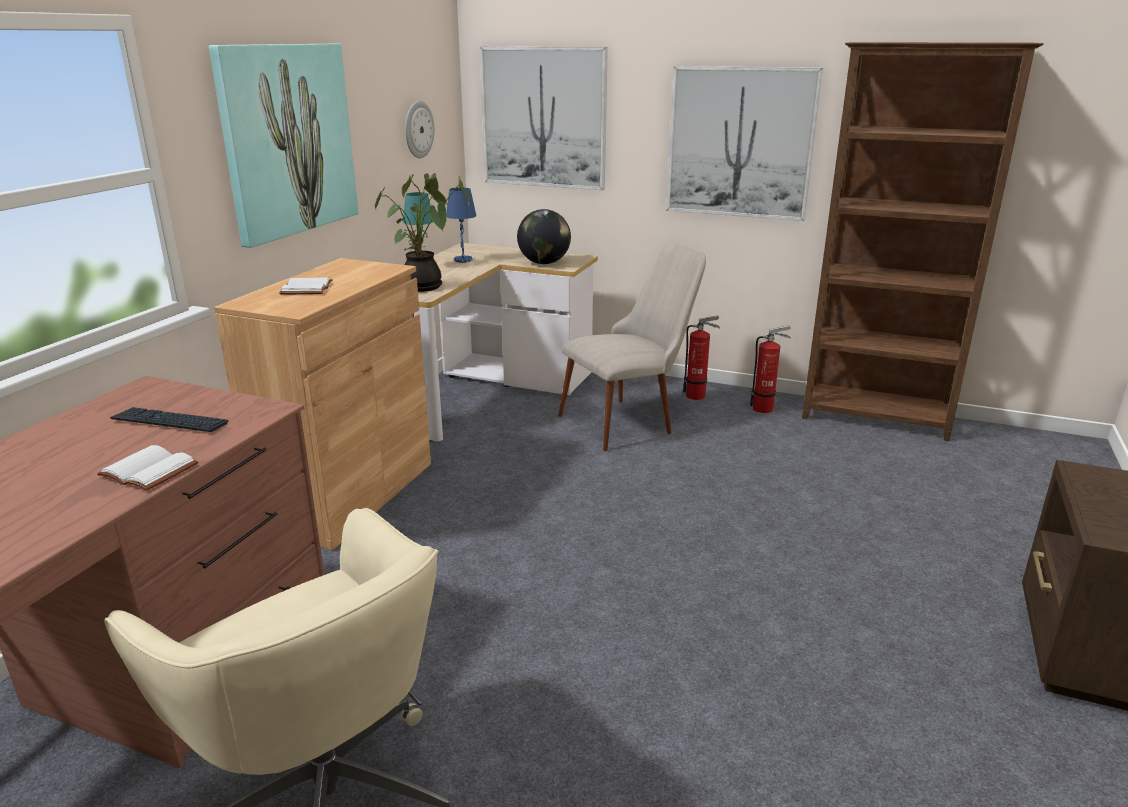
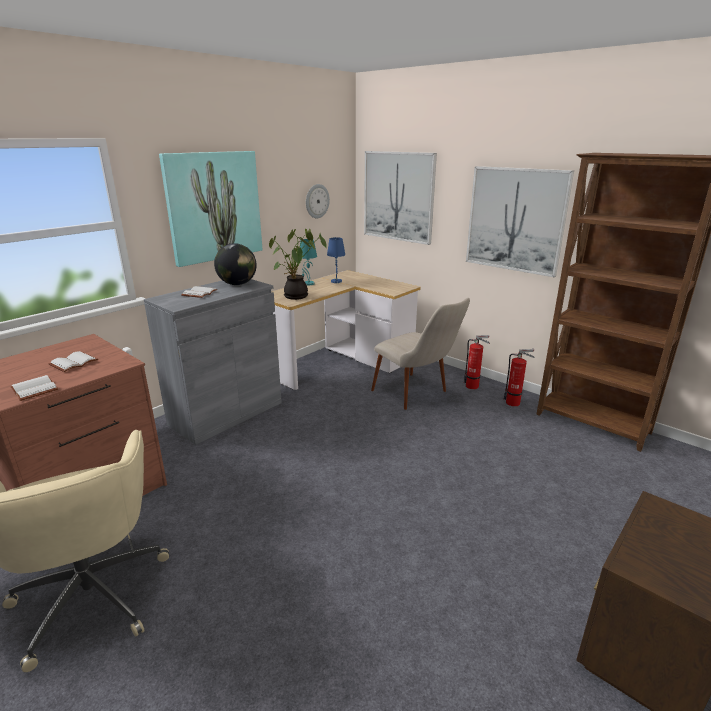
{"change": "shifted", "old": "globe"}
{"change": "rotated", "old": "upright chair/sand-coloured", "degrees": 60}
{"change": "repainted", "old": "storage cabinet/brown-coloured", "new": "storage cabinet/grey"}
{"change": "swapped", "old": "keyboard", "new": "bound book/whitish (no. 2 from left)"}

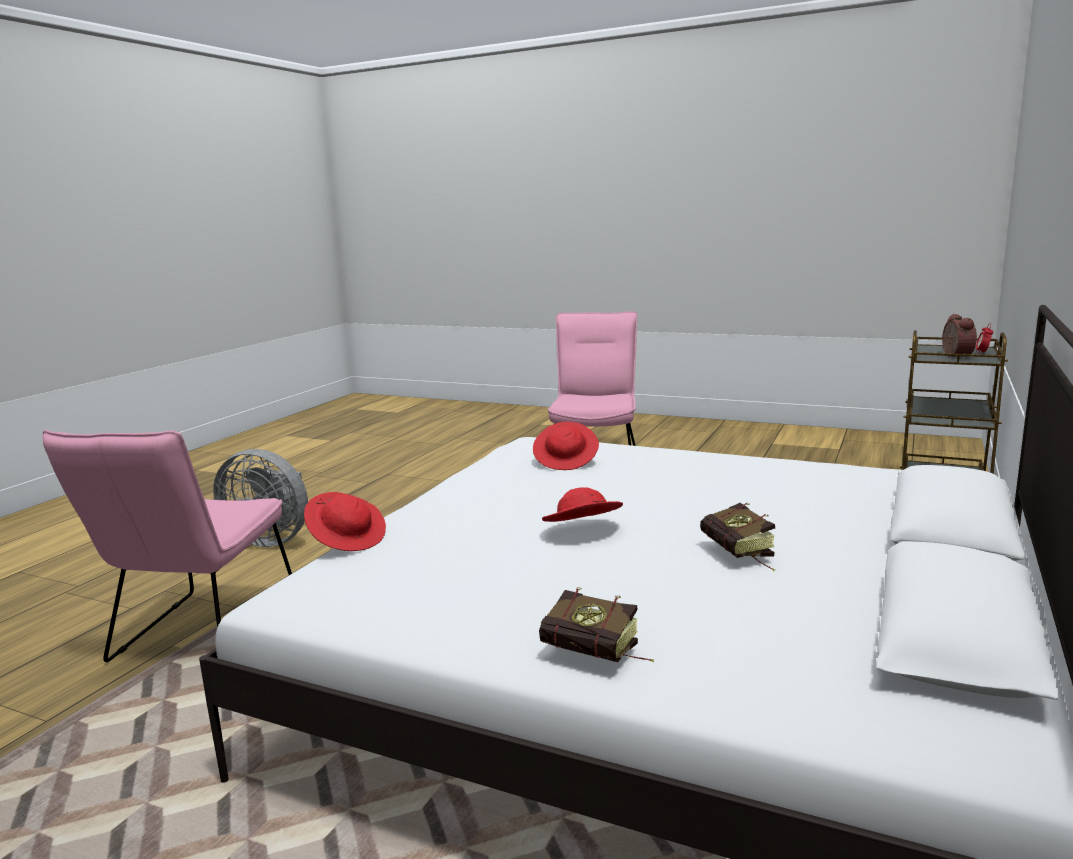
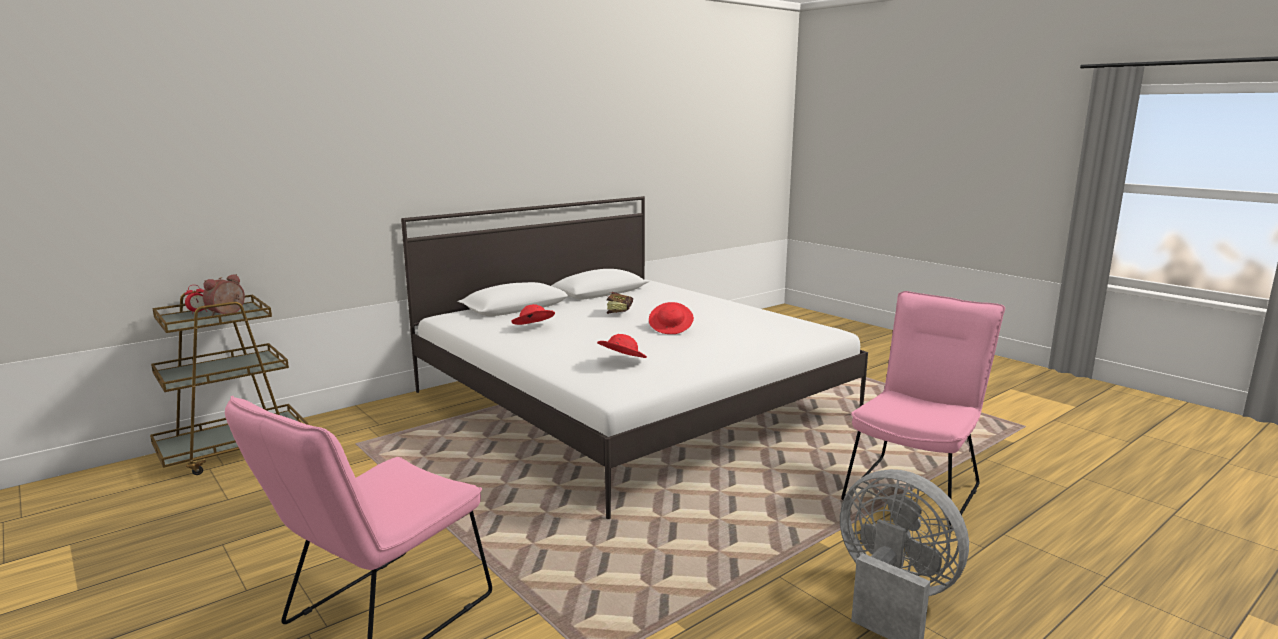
{"change": "shifted", "old": "hat/reddish (no. 1 from left)"}
{"change": "gone", "old": "bound book (no. 1 from left)"}

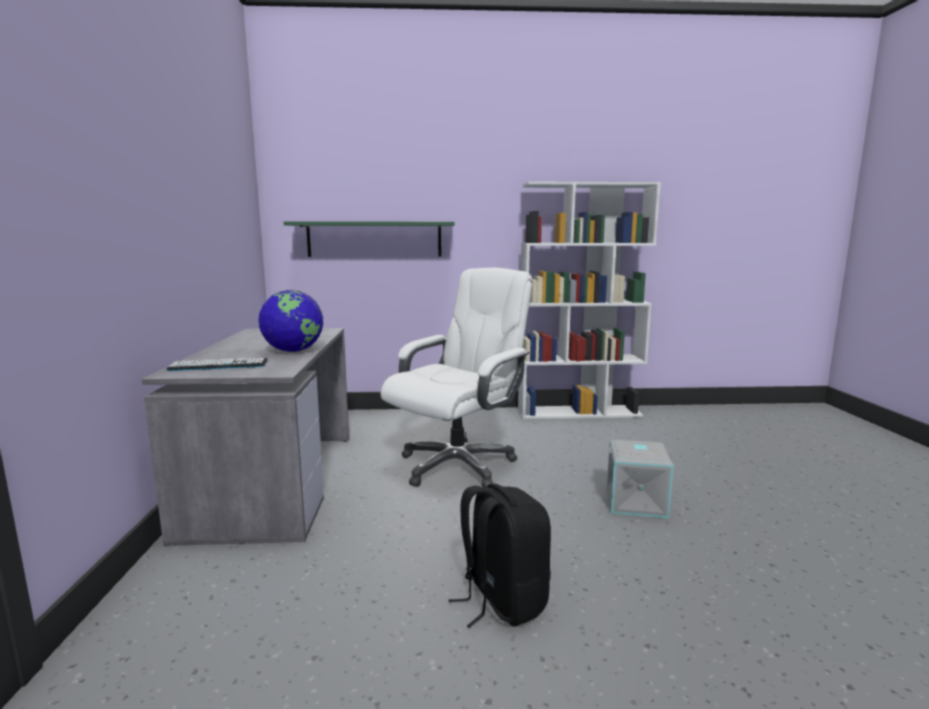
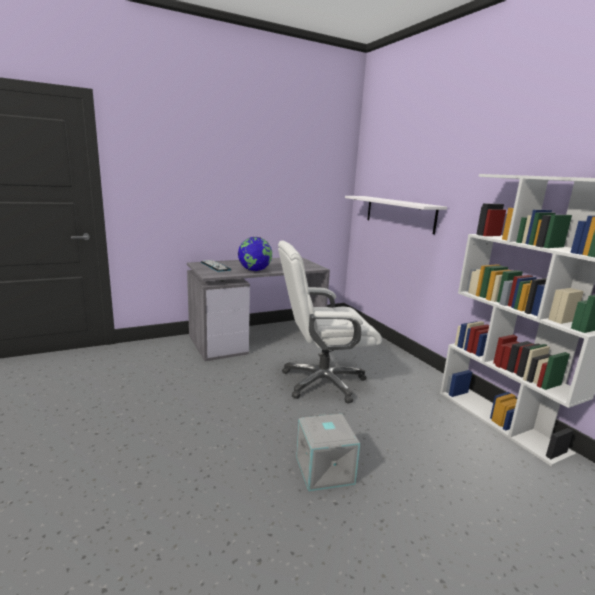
{"change": "repainted", "old": "bracket shelf/green-coloured", "new": "bracket shelf/whitish"}
{"change": "rotated", "old": "computer chair/whitish", "degrees": 150}
{"change": "gone", "old": "knapsack/black"}

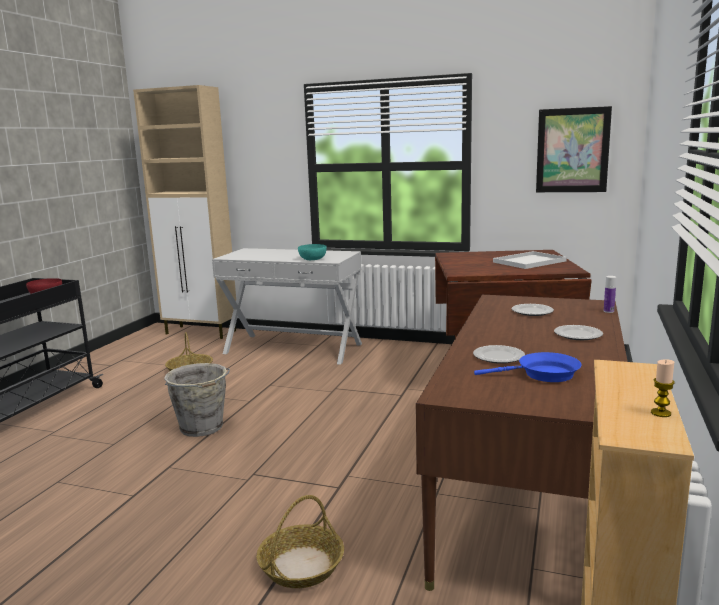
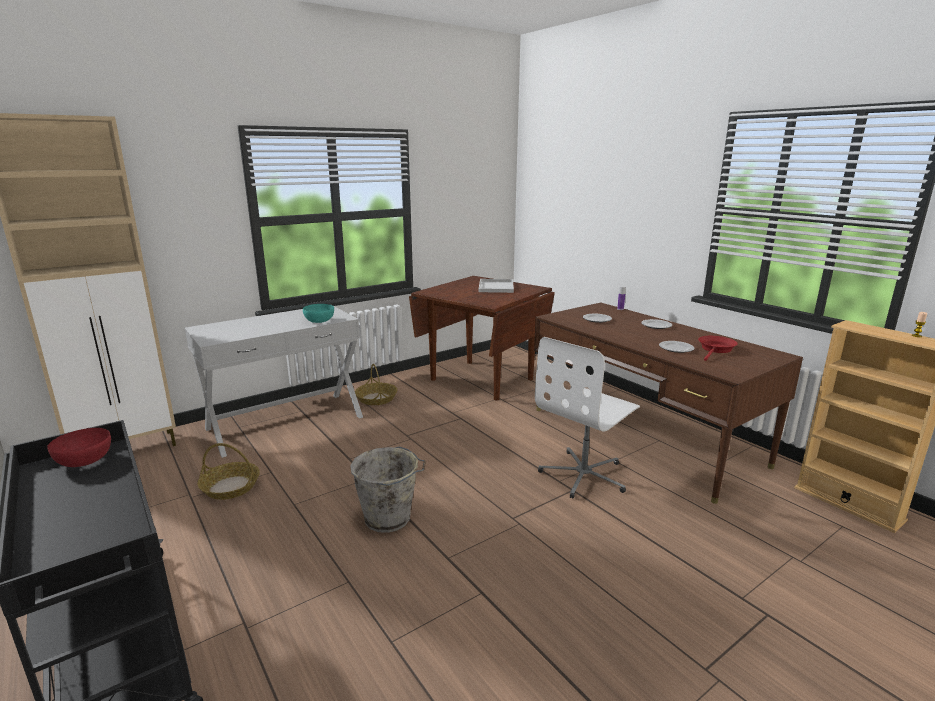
{"change": "gone", "old": "wall art"}
{"change": "repainted", "old": "pan/blue", "new": "pan/reddish"}
{"change": "shifted", "old": "household basket (no. 2 from left)"}
{"change": "new", "new": "computer chair/whitish"}

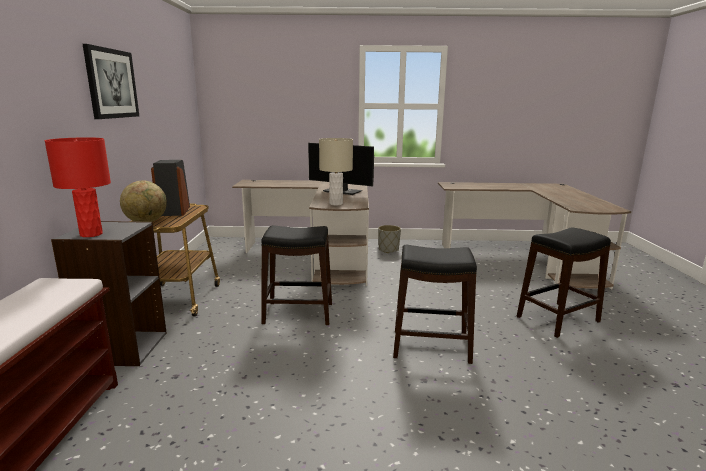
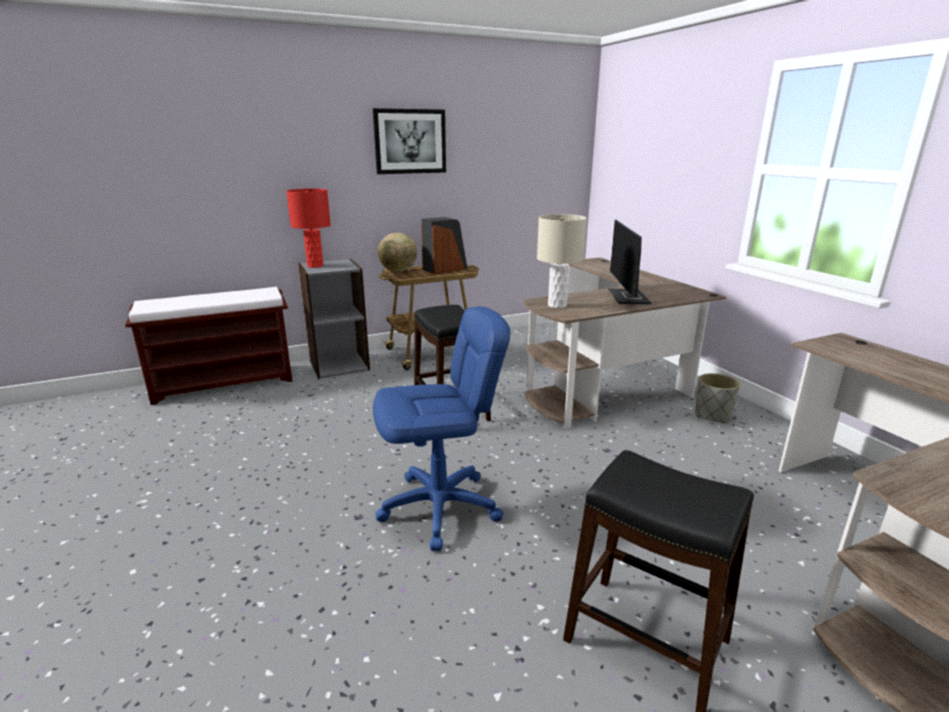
{"change": "swapped", "old": "stool/black (no. 2 from left)", "new": "computer chair/blue"}

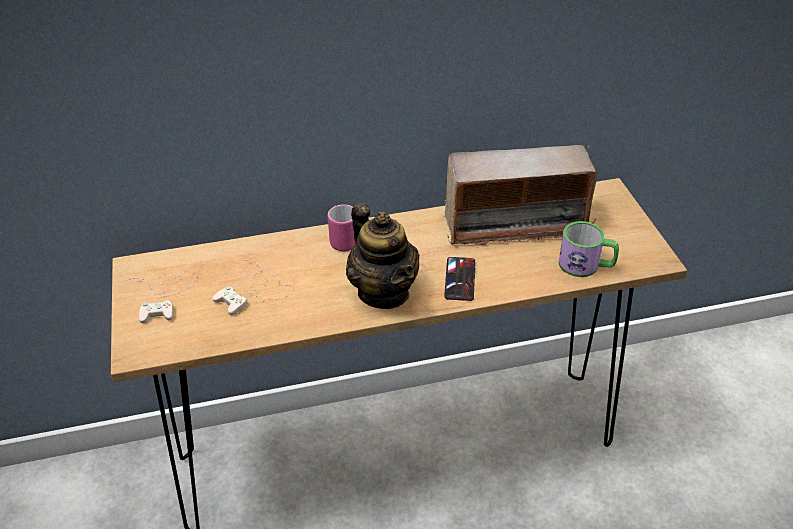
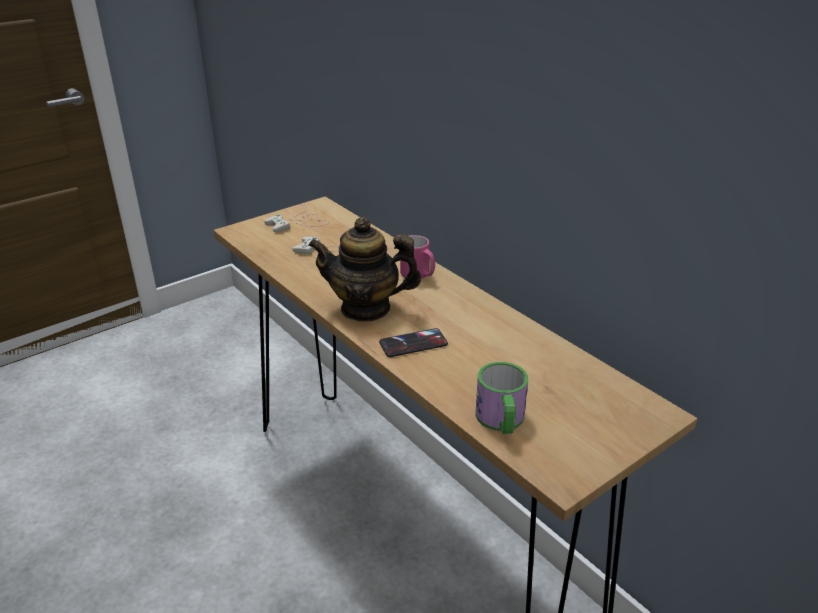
{"change": "gone", "old": "radio set"}
{"change": "rotated", "old": "tea pot", "degrees": 60}

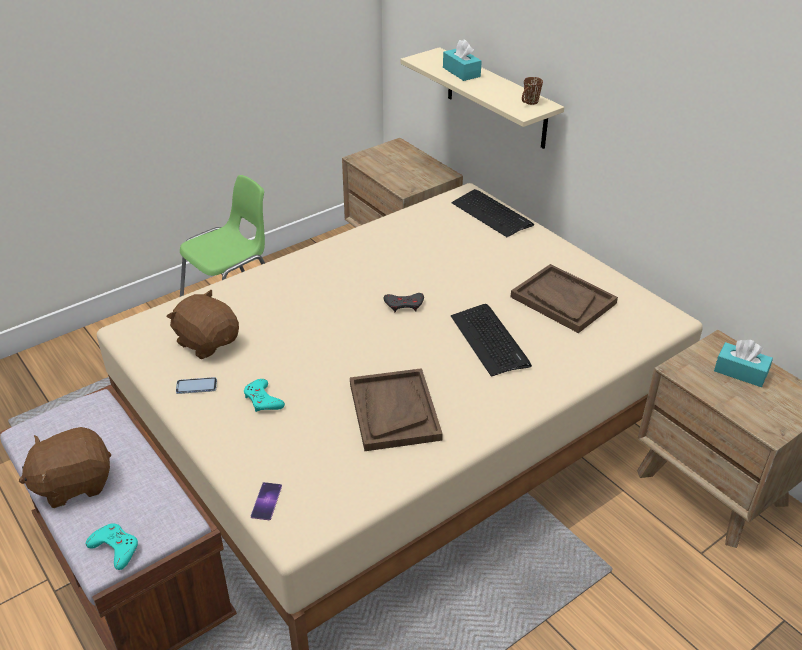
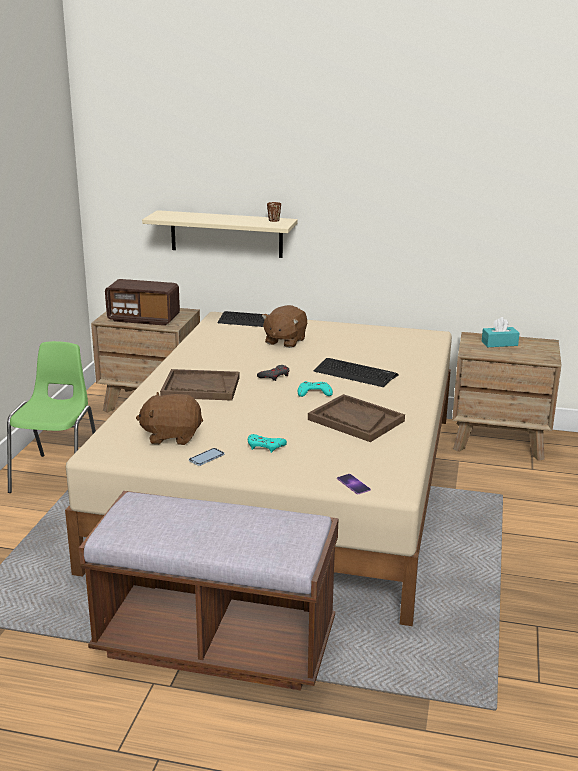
{"change": "gone", "old": "tissue box/turquoise-coloured (no. 1 from left)"}
{"change": "shifted", "old": "serving tray/brown-coloured (no. 2 from left in the first image)", "new": "serving tray/brown-coloured (no. 1 from left)"}
{"change": "shifted", "old": "cuddly toy/brown-coloured (no. 1 from left in the first image)", "new": "cuddly toy/brown-coloured (no. 2 from left)"}
{"change": "shifted", "old": "game controller/turquoise-coloured (no. 1 from left in the first image)", "new": "game controller/turquoise-coloured (no. 2 from left)"}
{"change": "new", "new": "radio set"}

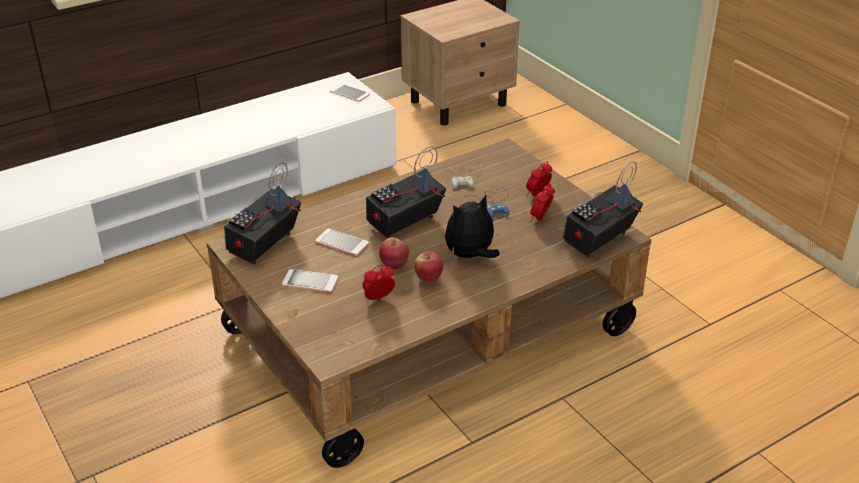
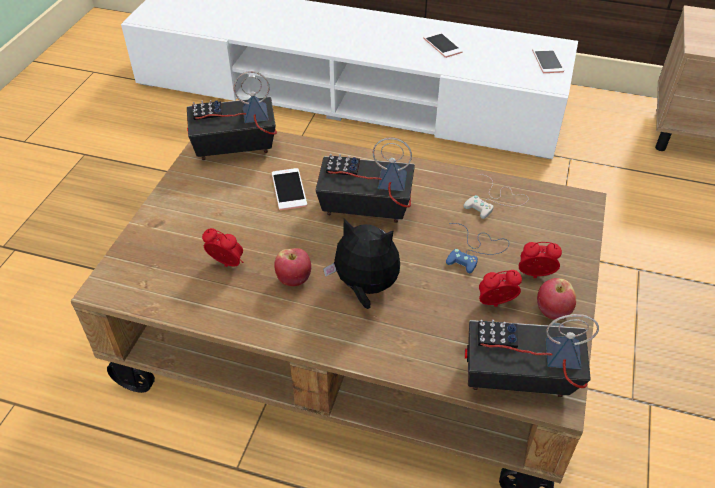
{"change": "shifted", "old": "apple fruit (no. 1 from left in the first image)", "new": "apple fruit (no. 2 from left)"}
{"change": "shifted", "old": "phone (no. 1 from left in the first image)", "new": "phone (no. 2 from left)"}

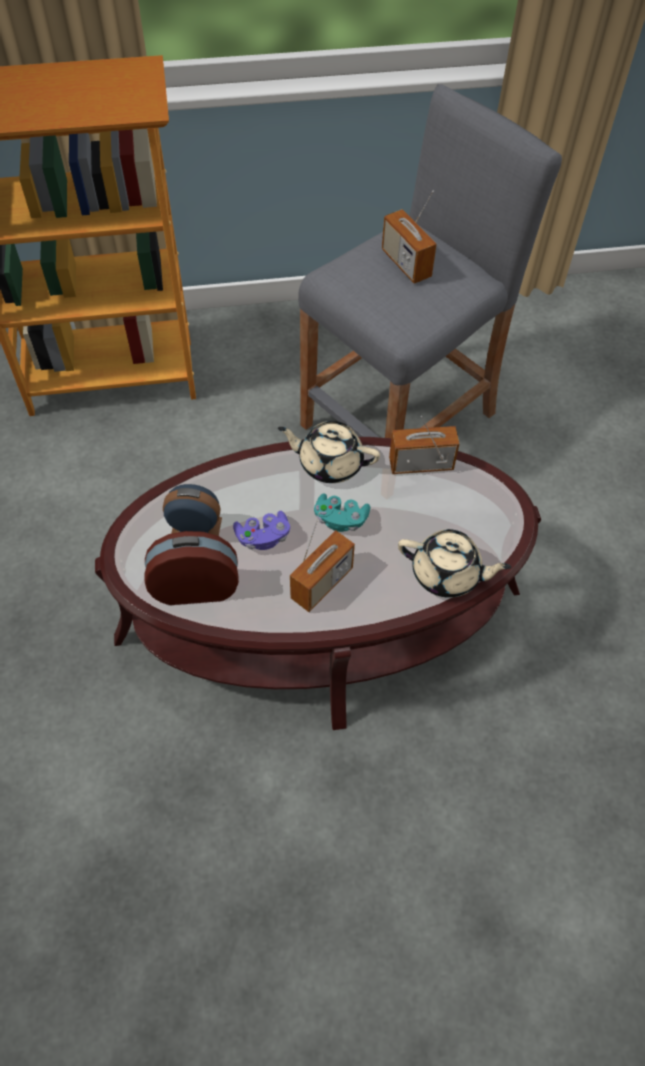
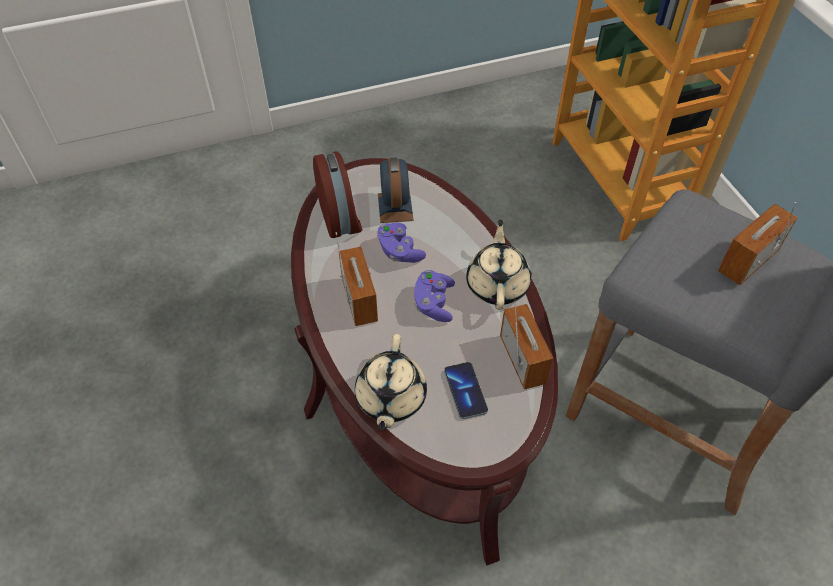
{"change": "repainted", "old": "game controller/turquoise-coloured", "new": "game controller/purple (no. 2 from left)"}
{"change": "rotated", "old": "radio set (no. 1 from left)", "degrees": -135}
{"change": "new", "new": "phone"}

